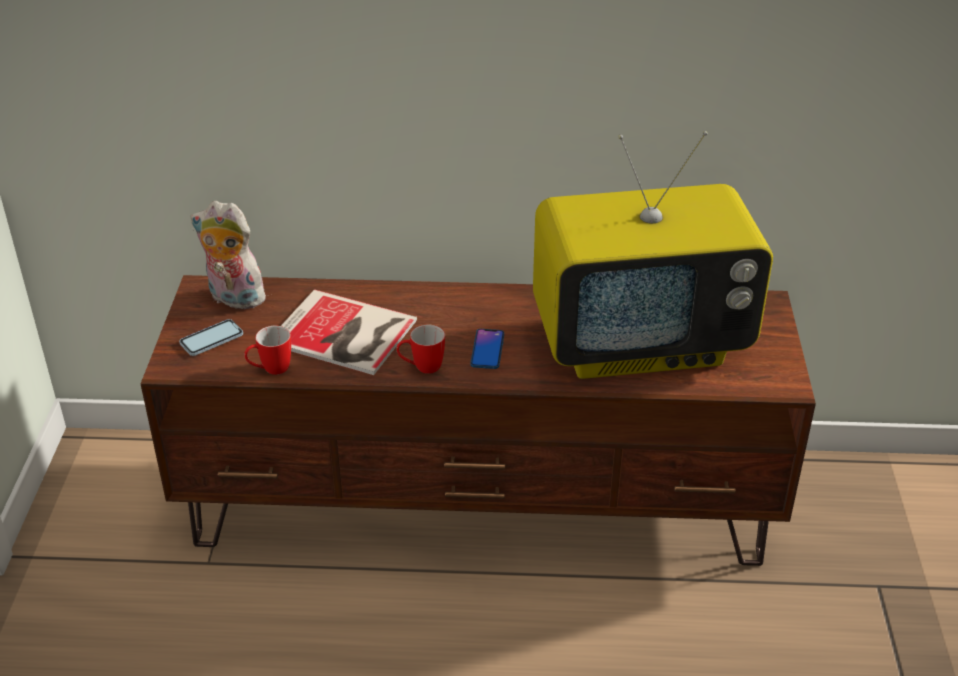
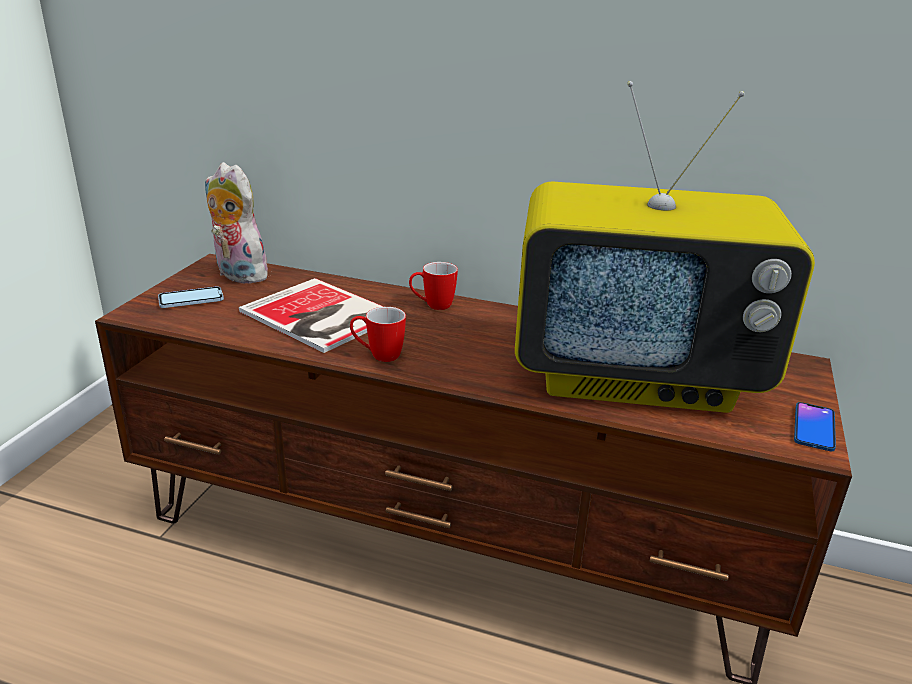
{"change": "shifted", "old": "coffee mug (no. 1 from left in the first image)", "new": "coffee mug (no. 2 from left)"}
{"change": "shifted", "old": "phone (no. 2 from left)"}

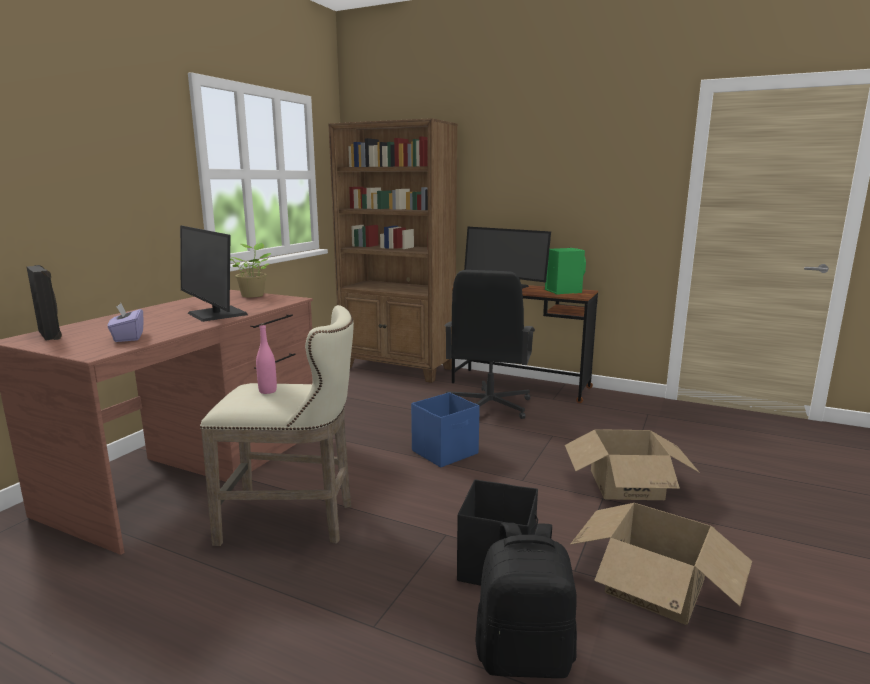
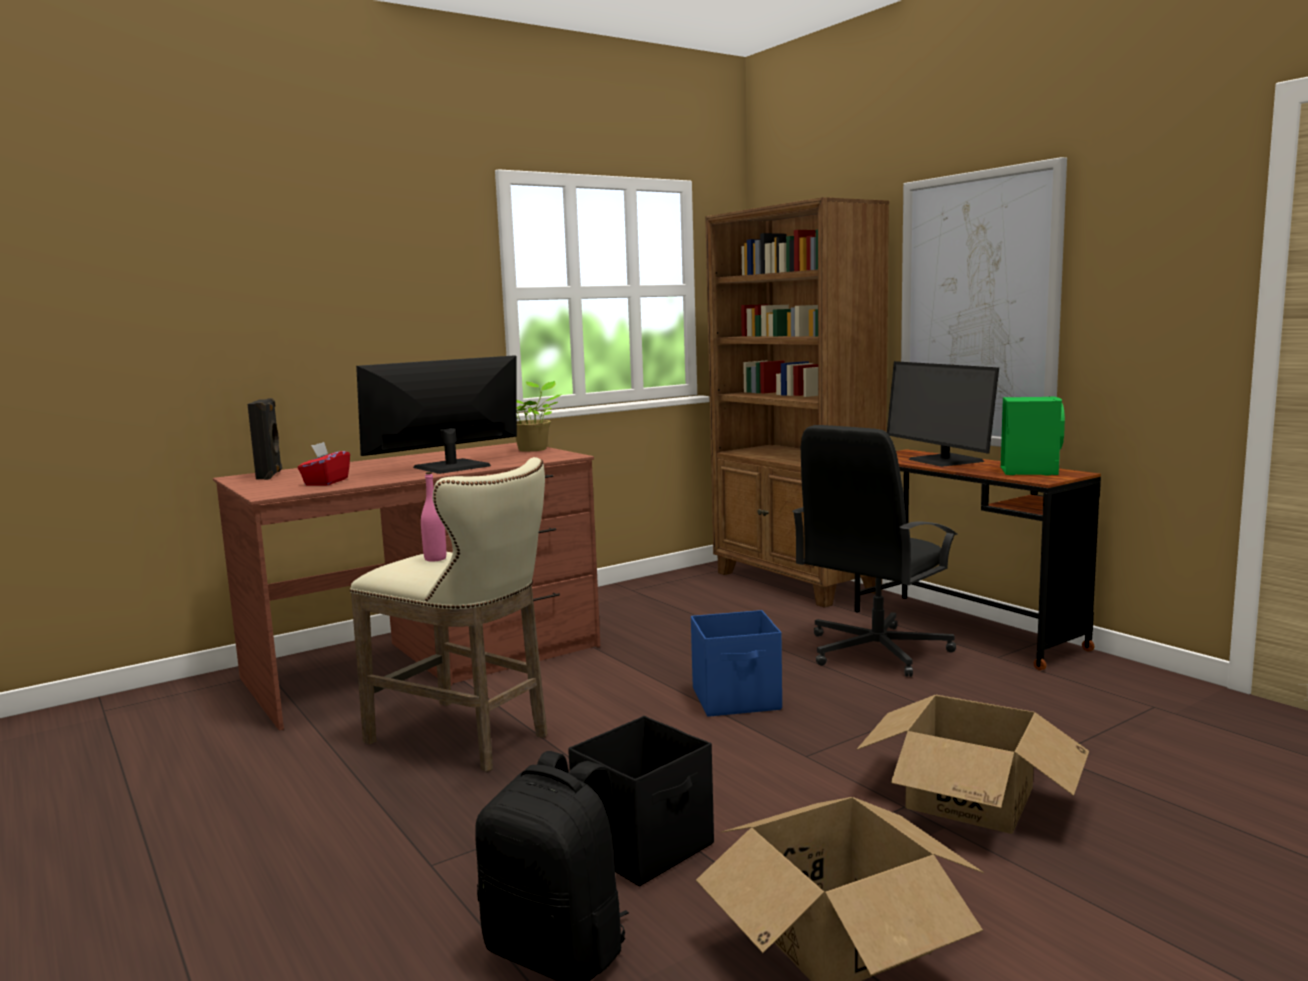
{"change": "rotated", "old": "computer screen (no. 1 from left)", "degrees": 60}
{"change": "repainted", "old": "tissue box/purple", "new": "tissue box/reddish"}
{"change": "new", "new": "wall art"}

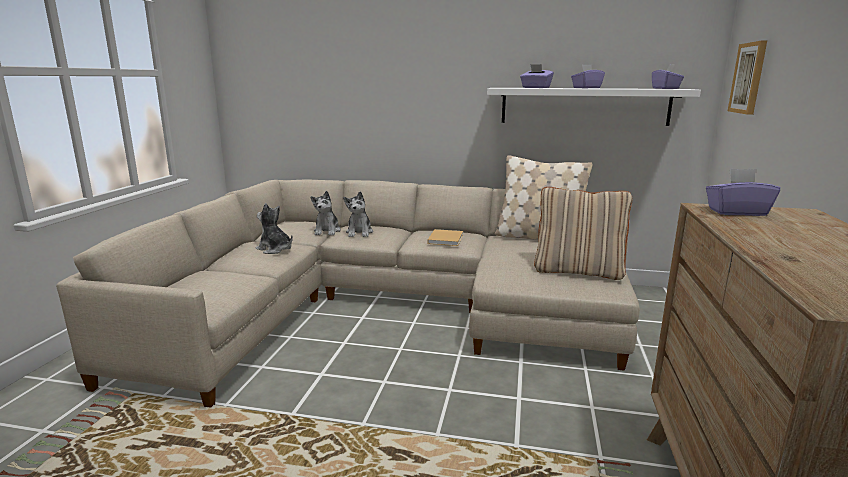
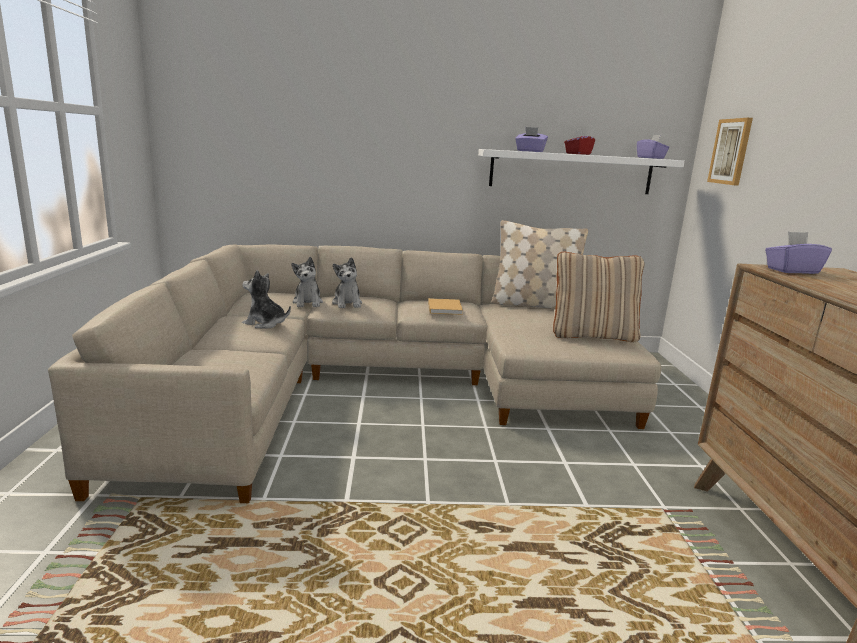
{"change": "repainted", "old": "tissue box/purple (no. 2 from left)", "new": "tissue box/reddish"}

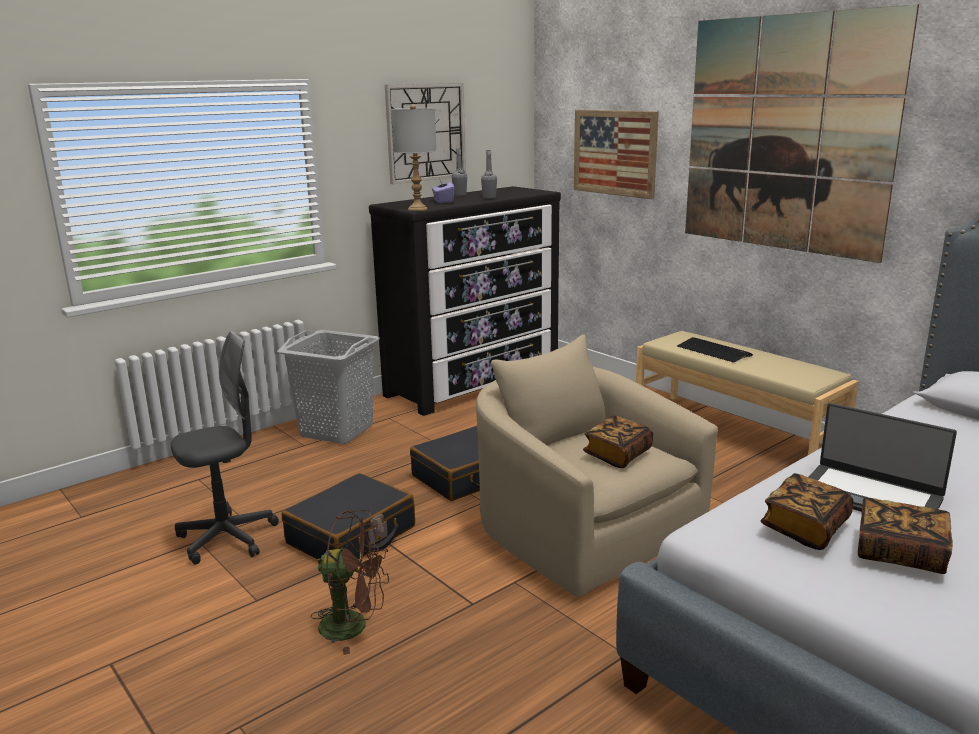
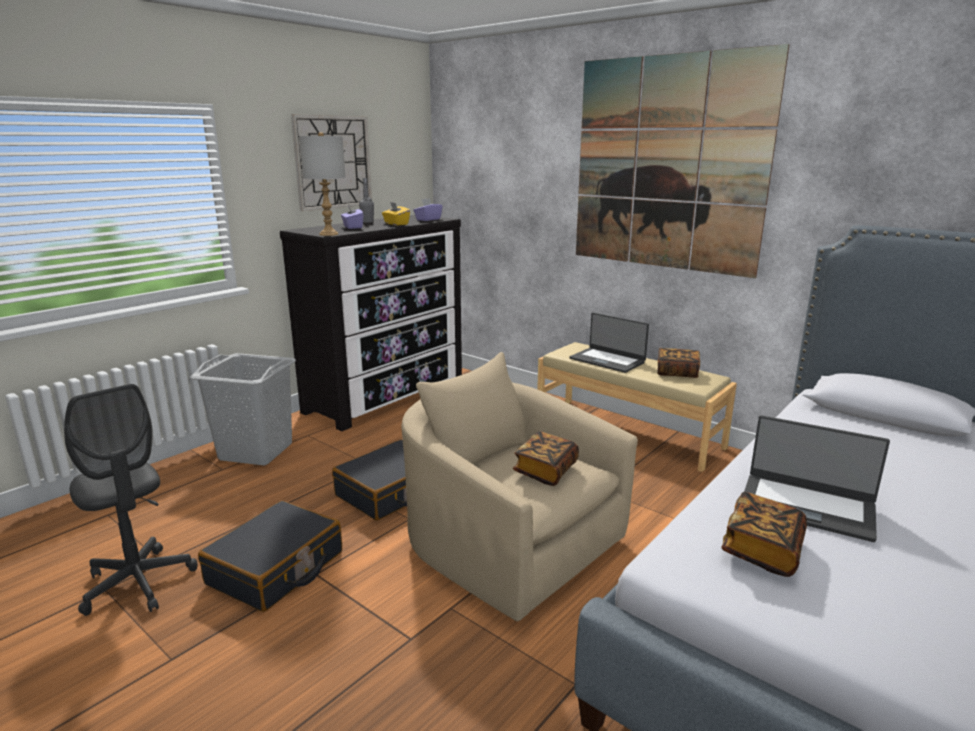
{"change": "gone", "old": "wall art (no. 1 from left)"}
{"change": "swapped", "old": "beverage bottle/grey (no. 2 from left)", "new": "tissue box/yellow"}
{"change": "rotated", "old": "computer chair/grey", "degrees": 90}
{"change": "swapped", "old": "keyboard", "new": "notebook computer (no. 1 from left)"}
{"change": "shifted", "old": "bound book (no. 3 from left in the first image)", "new": "bound book (no. 2 from left)"}
{"change": "gone", "old": "fan/brown-coloured"}
{"change": "new", "new": "tissue box/purple (no. 2 from left)"}

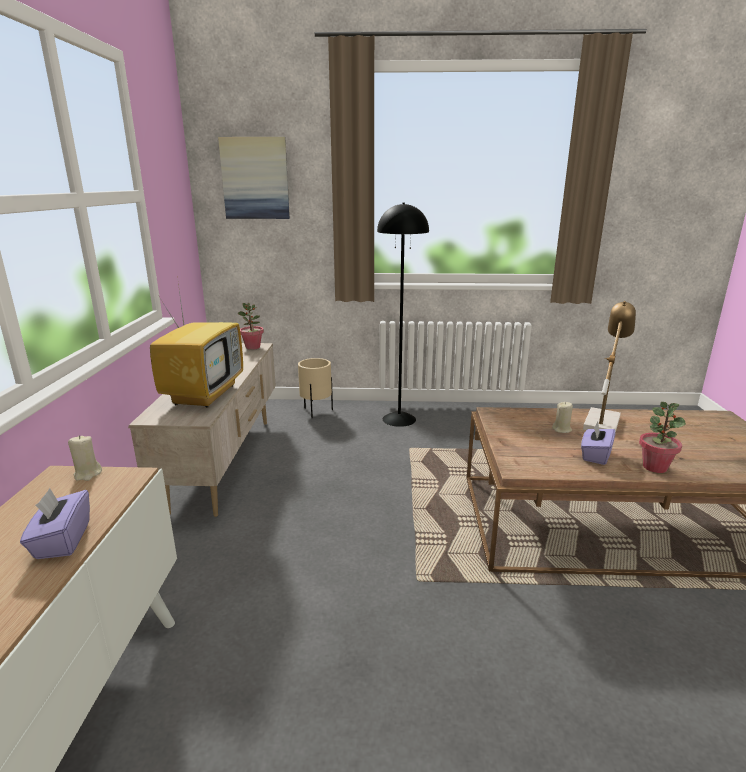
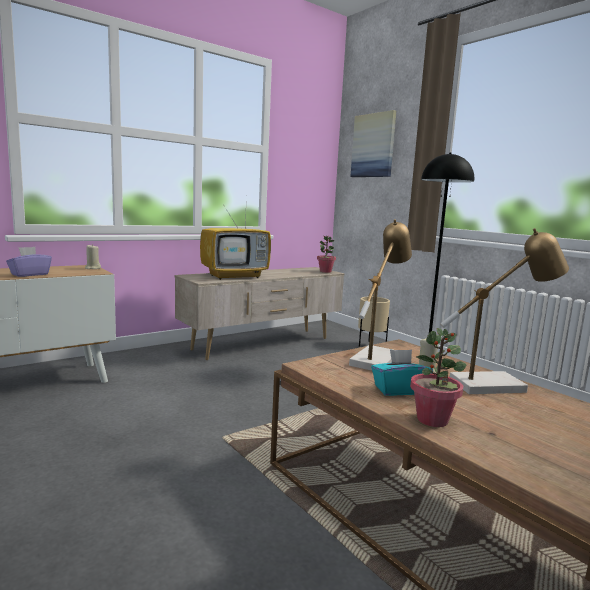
{"change": "repainted", "old": "tissue box/purple (no. 2 from left)", "new": "tissue box/turquoise-coloured"}
{"change": "new", "new": "lamp for a table (no. 1 from left)"}

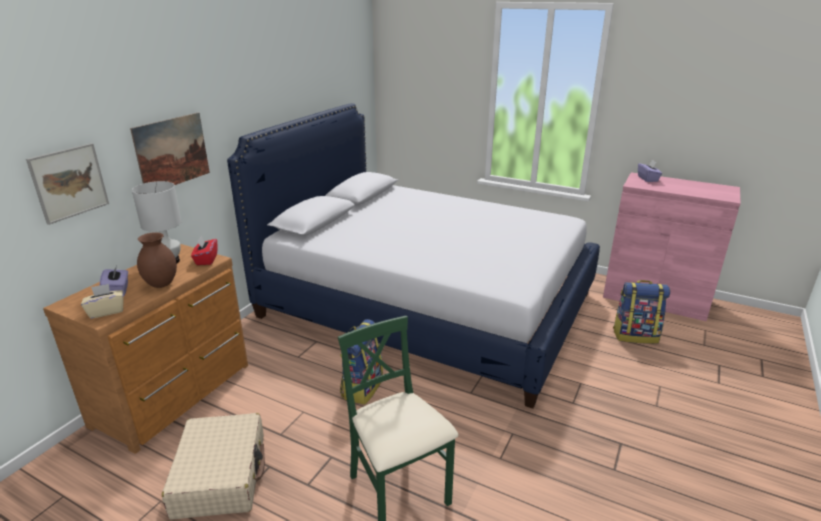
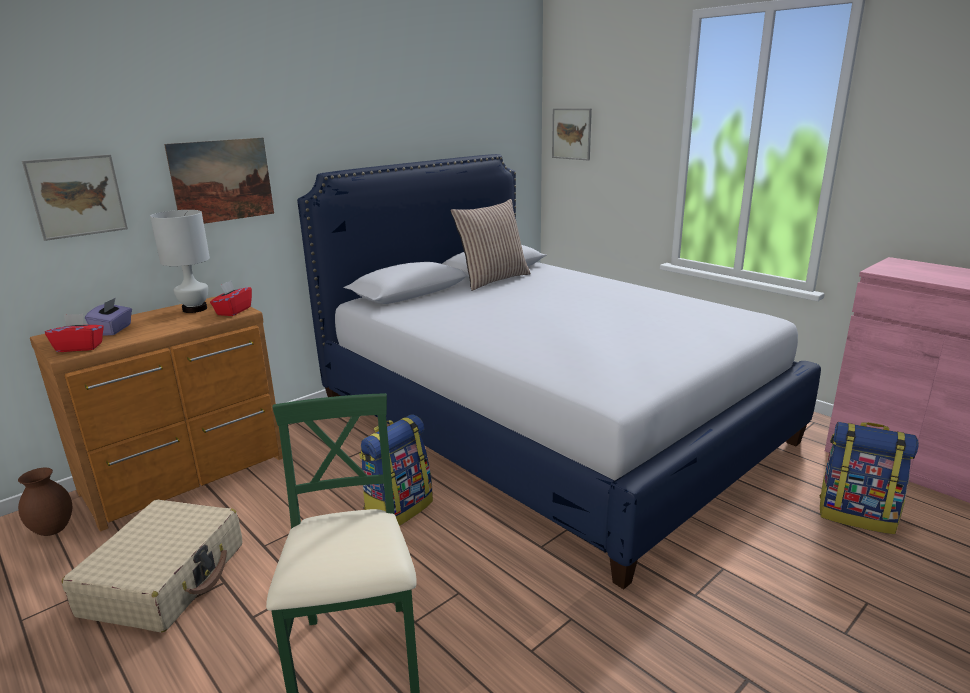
{"change": "gone", "old": "tissue box/purple (no. 2 from left)"}
{"change": "shifted", "old": "vase/brown-coloured"}
{"change": "repainted", "old": "tissue box/sand-coloured", "new": "tissue box/reddish (no. 1 from left)"}
{"change": "new", "new": "wall art (no. 3 from left)"}
{"change": "new", "new": "cushion"}

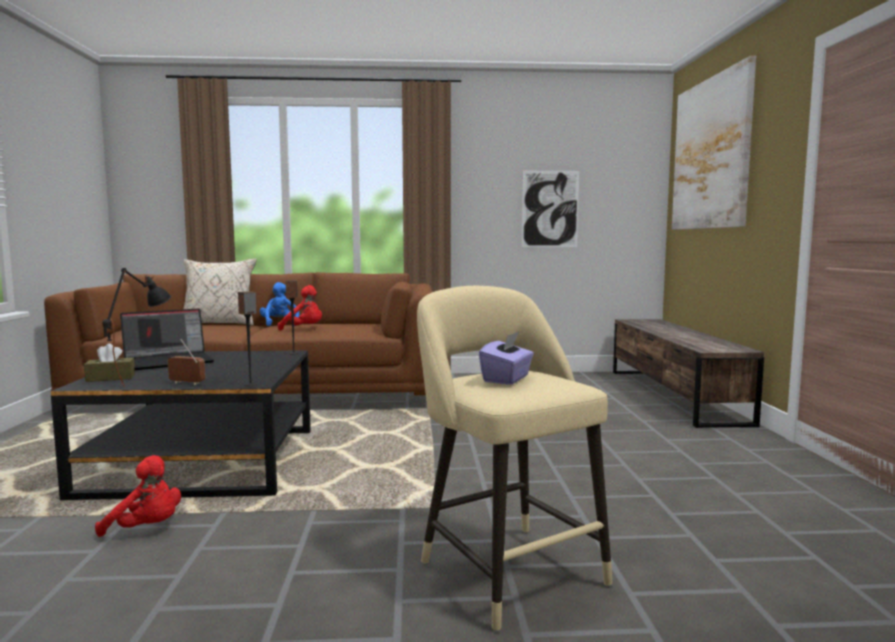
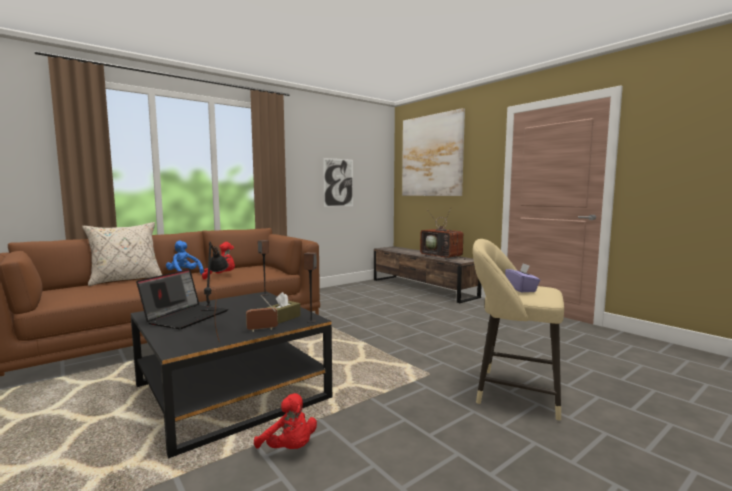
{"change": "shifted", "old": "tissue box/brown-coloured"}
{"change": "rotated", "old": "cuddly toy/reddish (no. 1 from left in the first image)", "degrees": 60}
{"change": "new", "new": "TV set"}

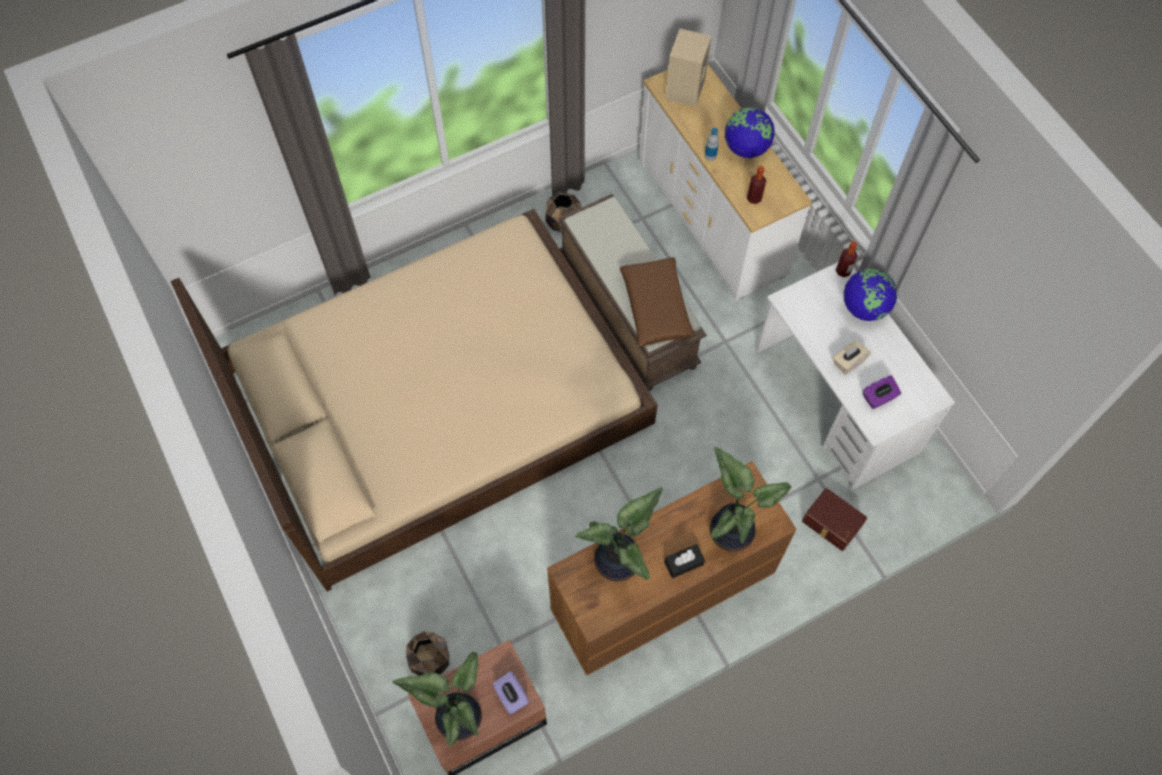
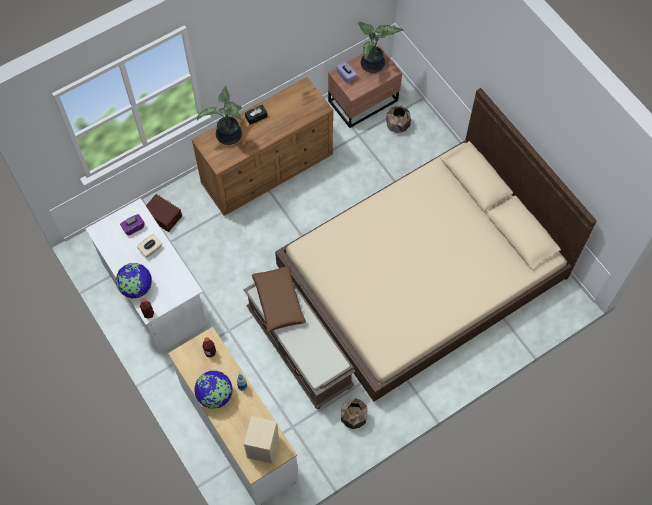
{"change": "gone", "old": "plant in a pot (no. 2 from left)"}

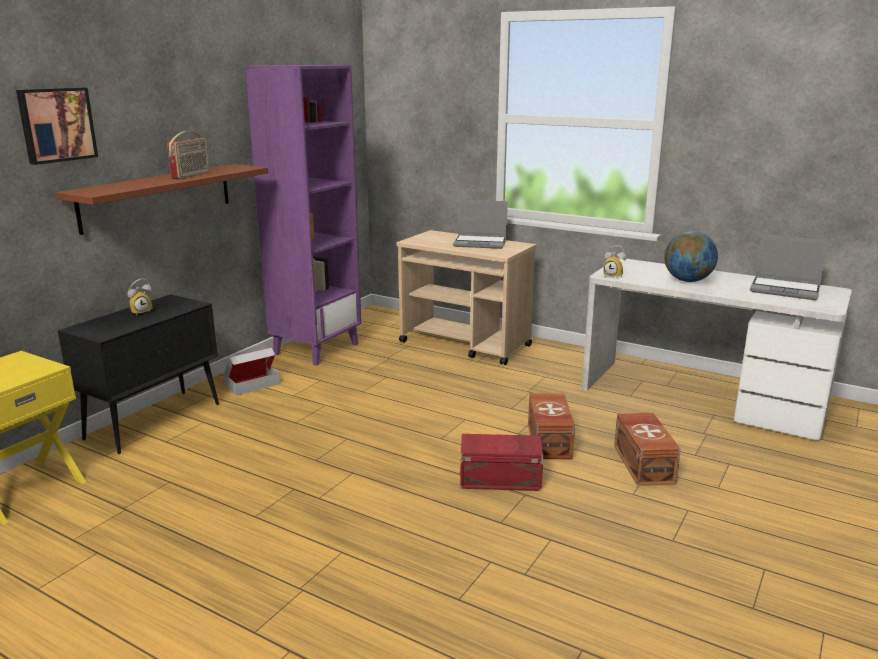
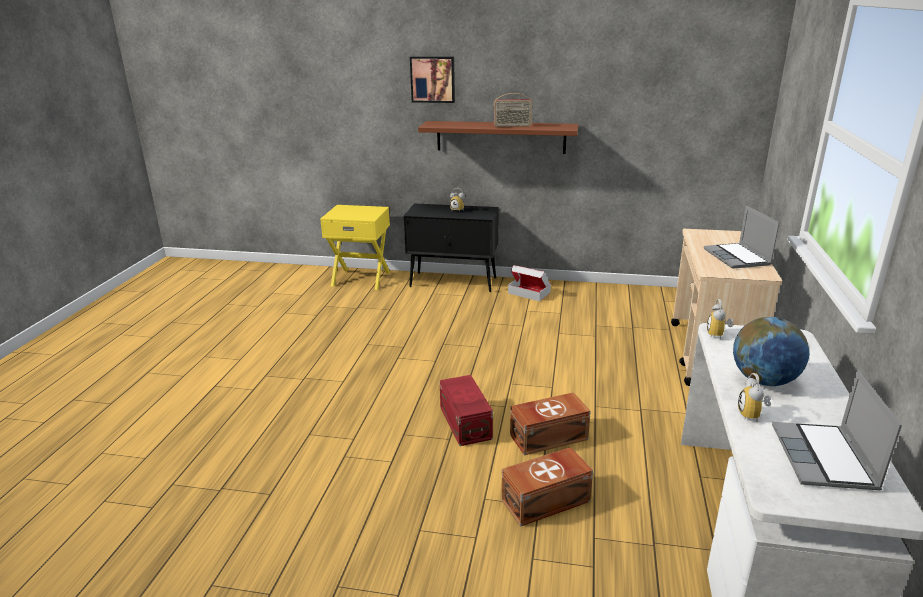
{"change": "gone", "old": "bookshelf/purple"}
{"change": "new", "new": "alarm clock (no. 3 from left)"}

